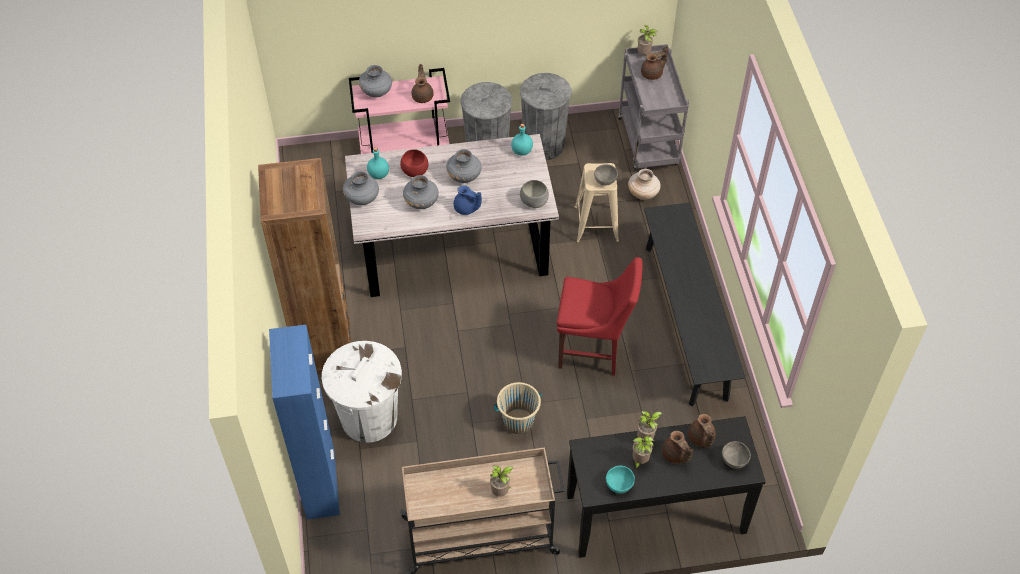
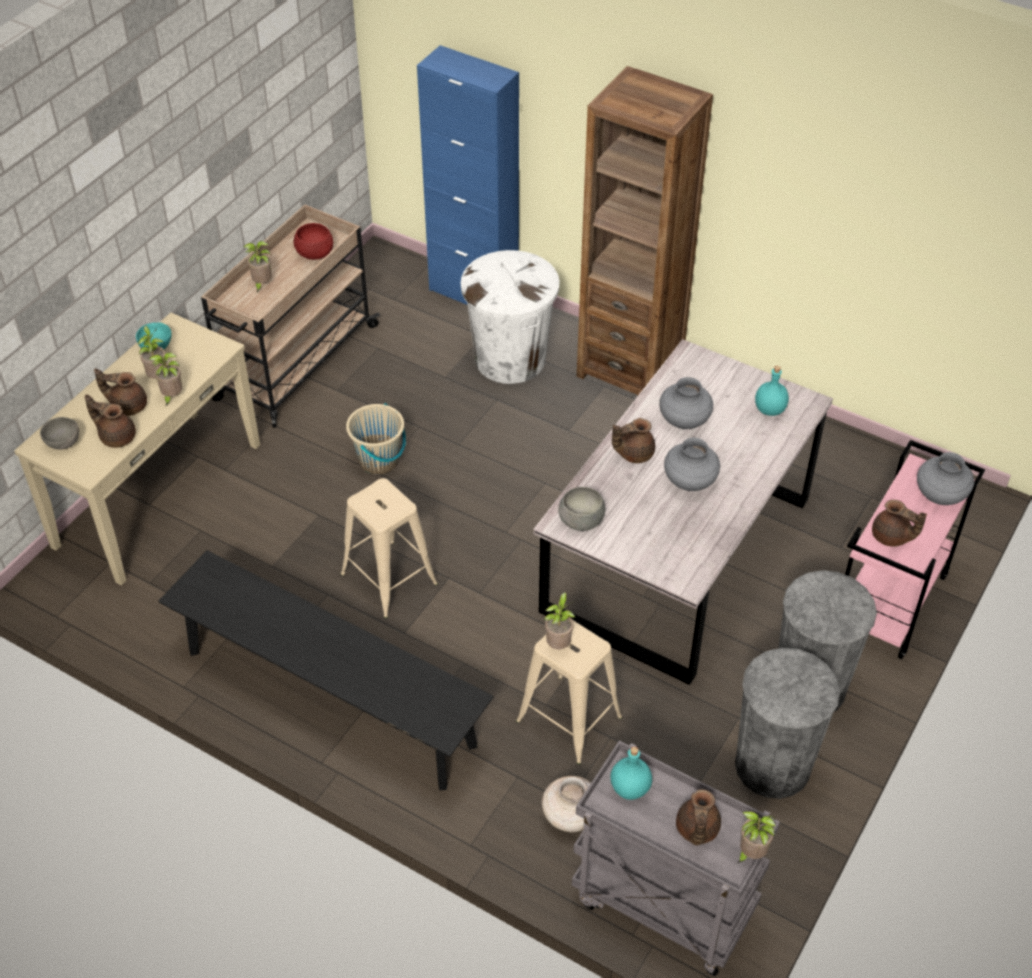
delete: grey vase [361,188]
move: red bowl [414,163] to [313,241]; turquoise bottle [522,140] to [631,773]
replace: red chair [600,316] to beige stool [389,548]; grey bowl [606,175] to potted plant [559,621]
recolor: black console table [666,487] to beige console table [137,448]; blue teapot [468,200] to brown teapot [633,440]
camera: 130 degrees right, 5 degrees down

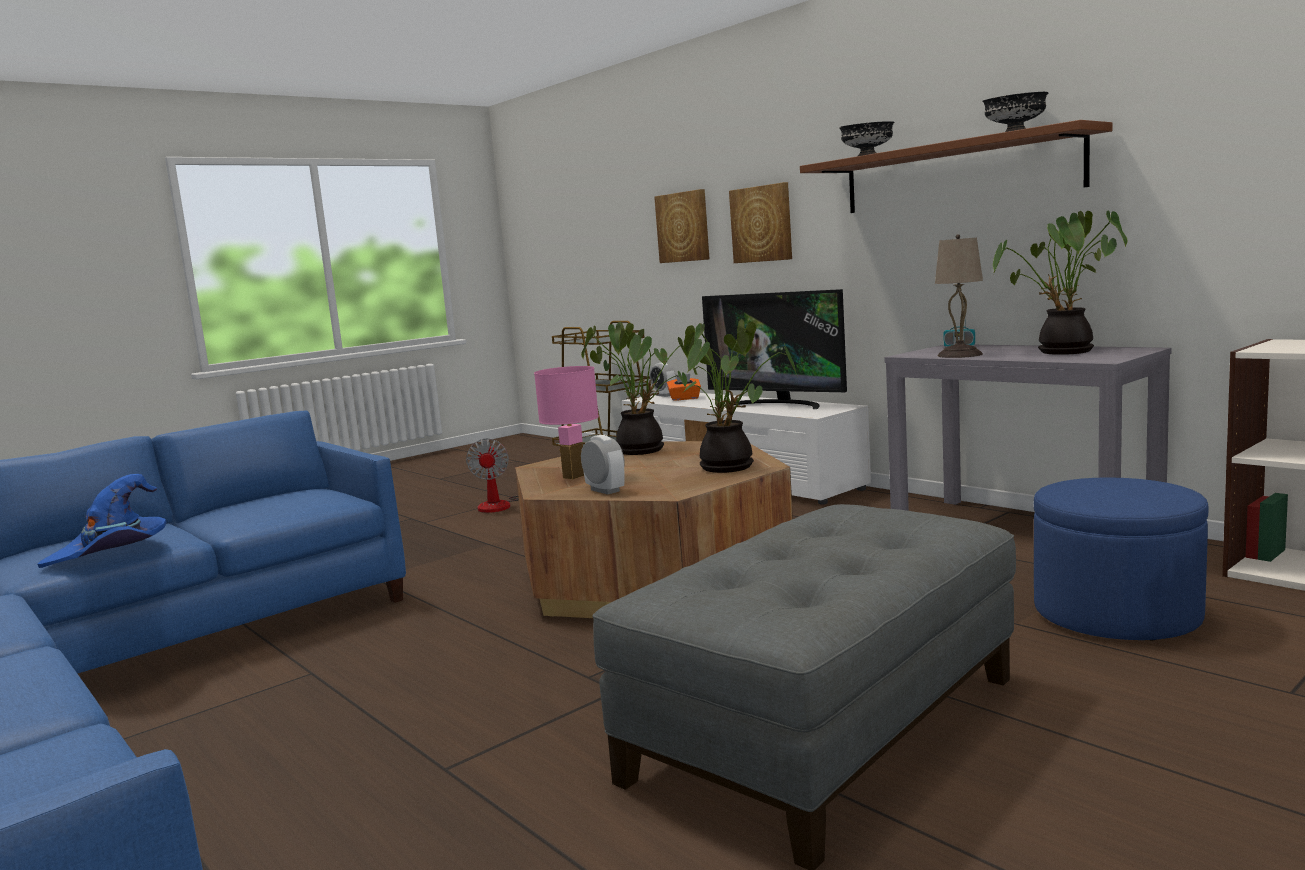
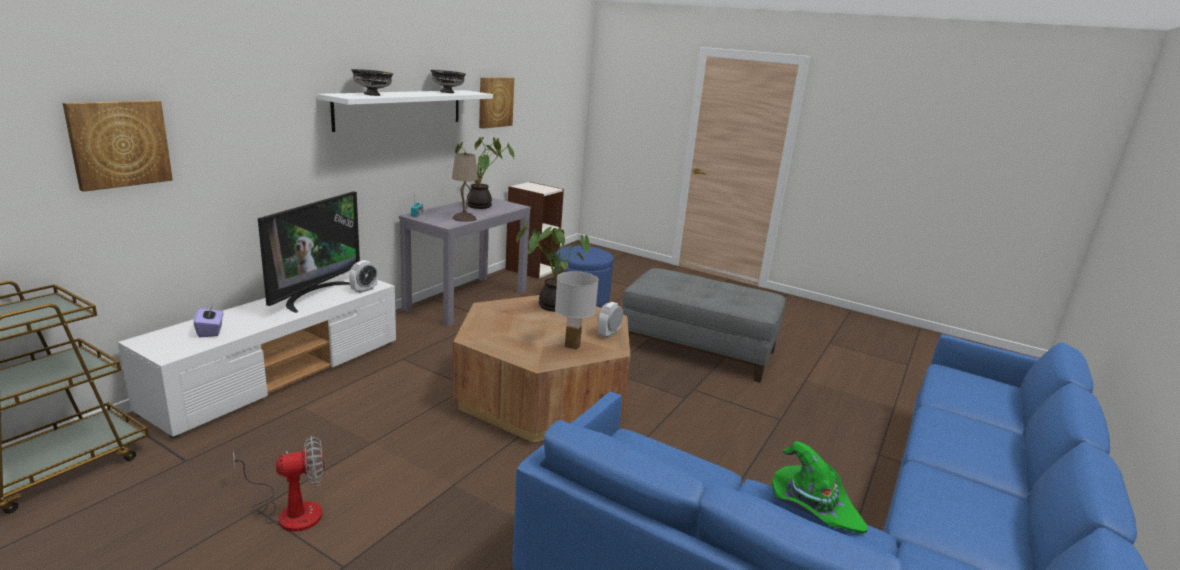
delete: potted plant [634,388]
move: alarm clock [663,379] to [363,276]; picture [760,222] to [496,103]
recolor: orange tissue box [684,387] to purple tissue box [208,321]; brown shelf [956,166] to white shelf [405,111]; pink table lamp [566,422] to white table lamp [577,310]; blue hat [102,521] to green hat [820,487]
camera: 110 degrees left, 10 degrees up

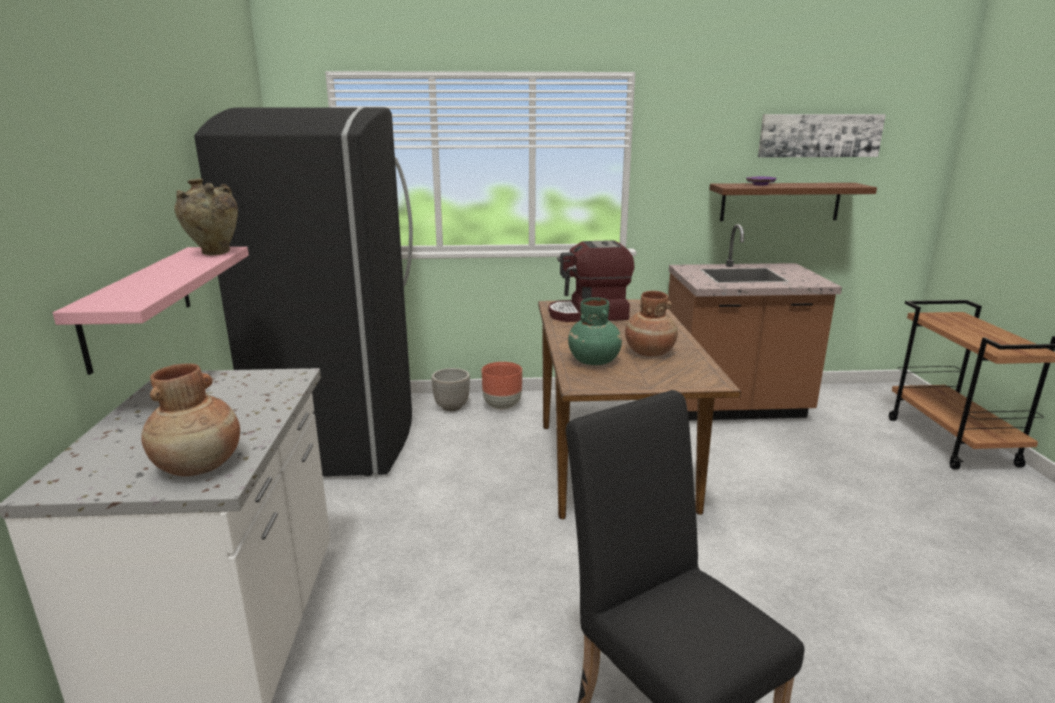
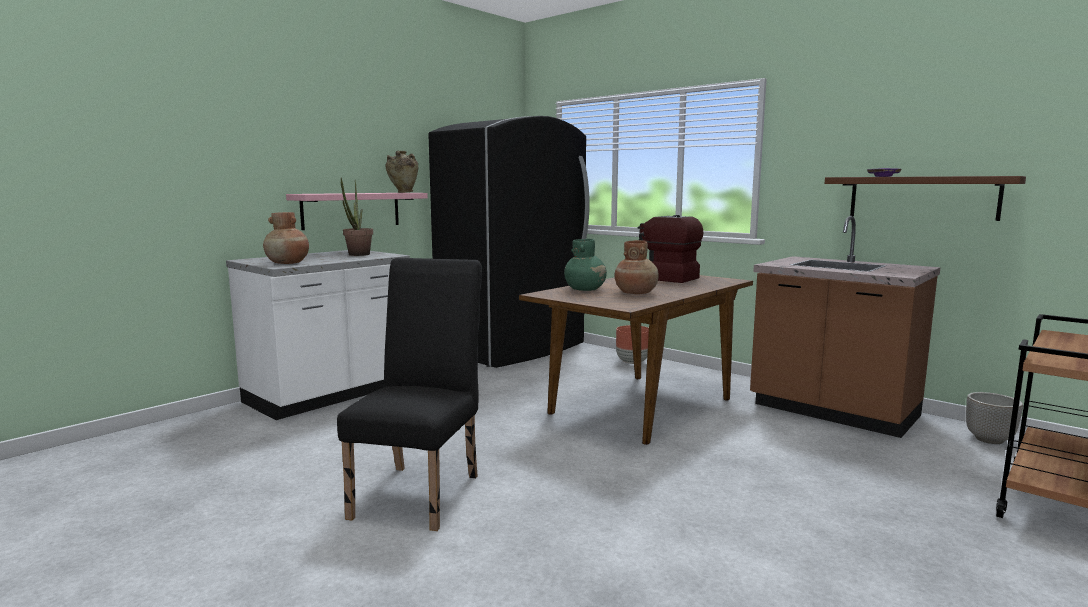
delete: picture [822,135]
insert: potted plant [357,217]
move: planter [450,389] to [994,418]
camera: 45 degrees right, 10 degrees down

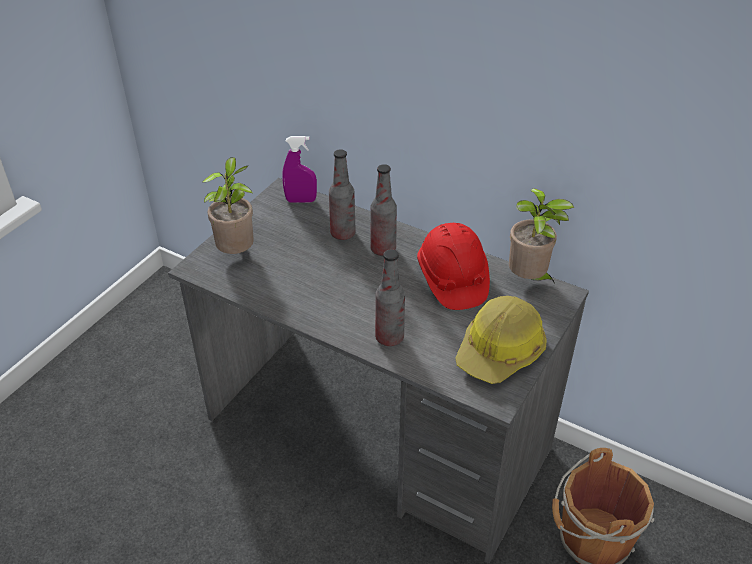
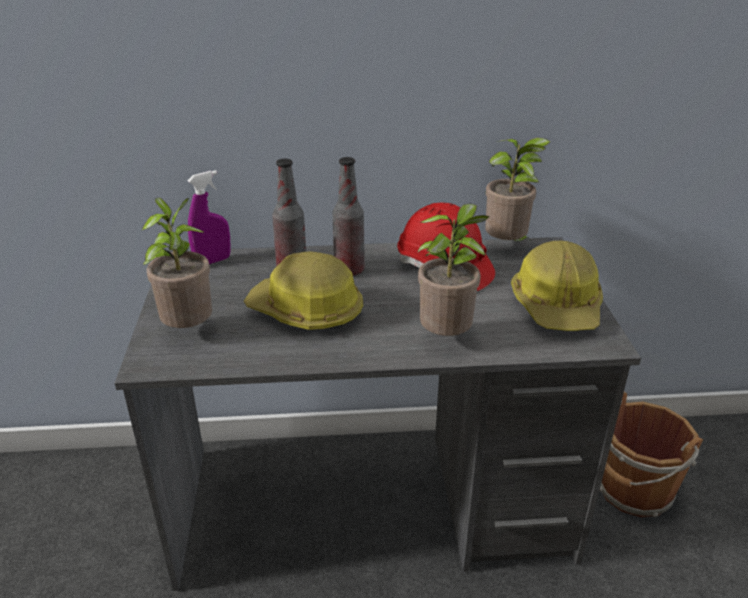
insert: hard hat [303,290]
replace: bottle [390,298] to potted plant [454,269]
camera: 35 degrees left, 10 degrees down

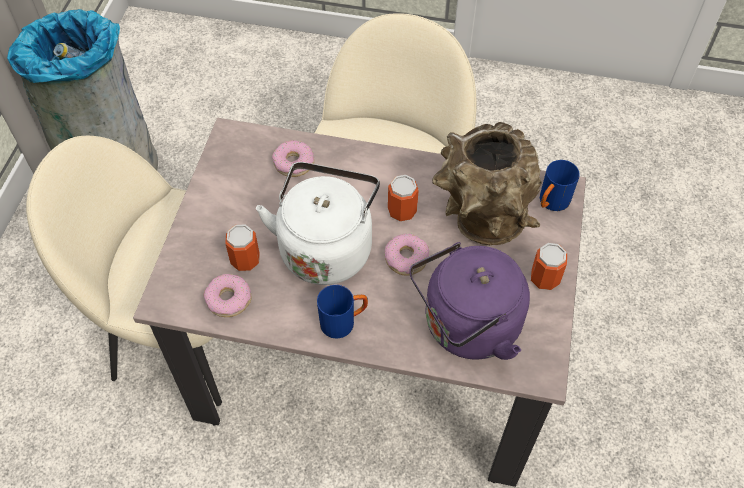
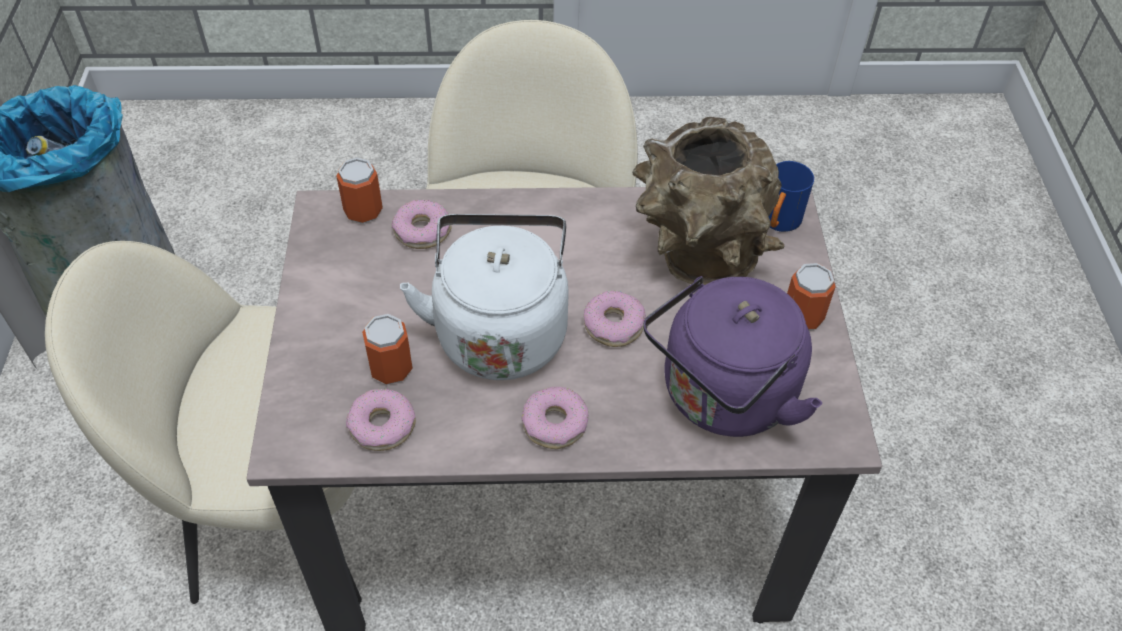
move: can [403,198] to [359,190]
replace: blue mug [342,312] to donut [555,418]
camera: 15 degrees left, 5 degrees down

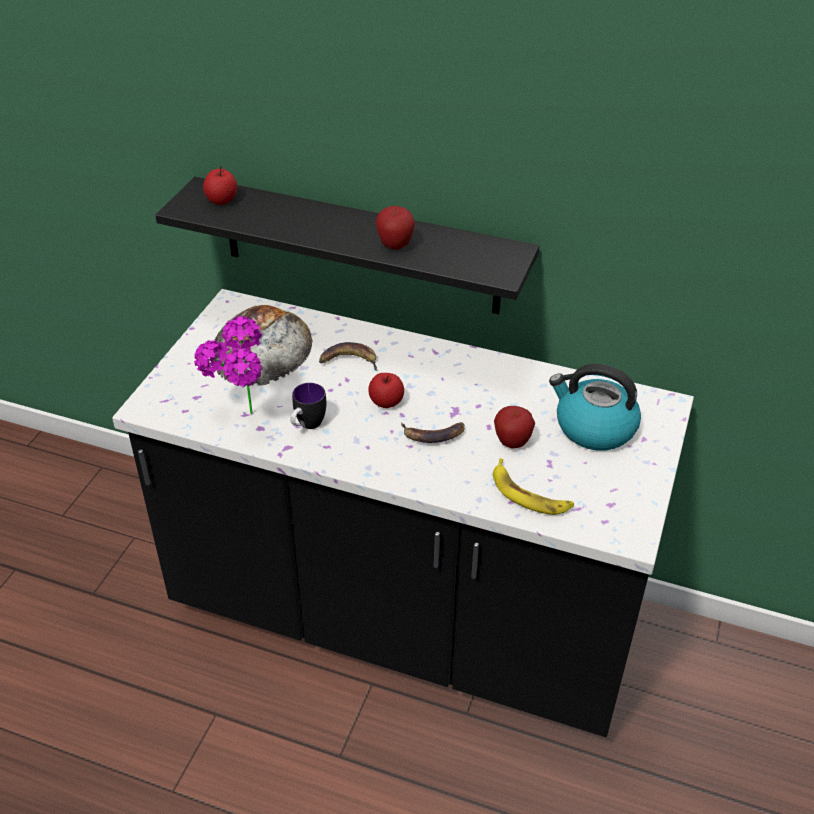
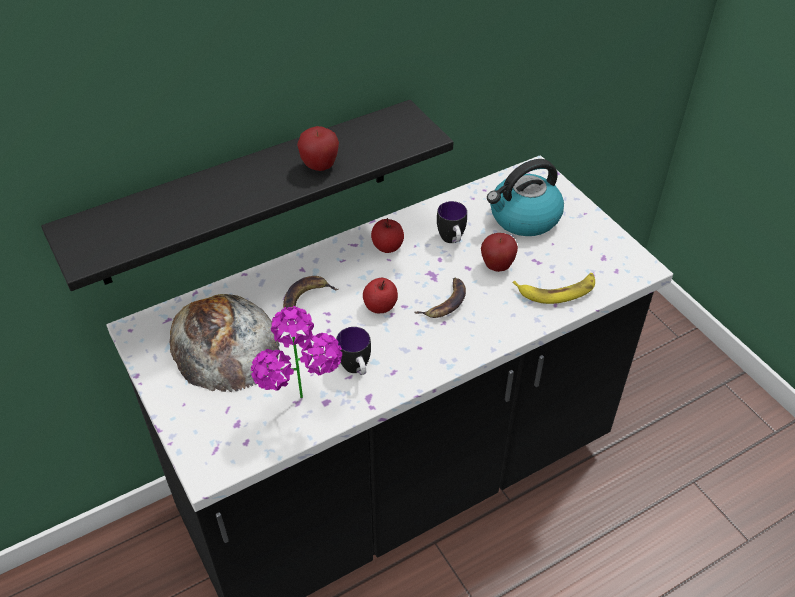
insert: mug [452,222]
move: apple [220,185] to [387,235]
camera: 50 degrees left, 5 degrees up

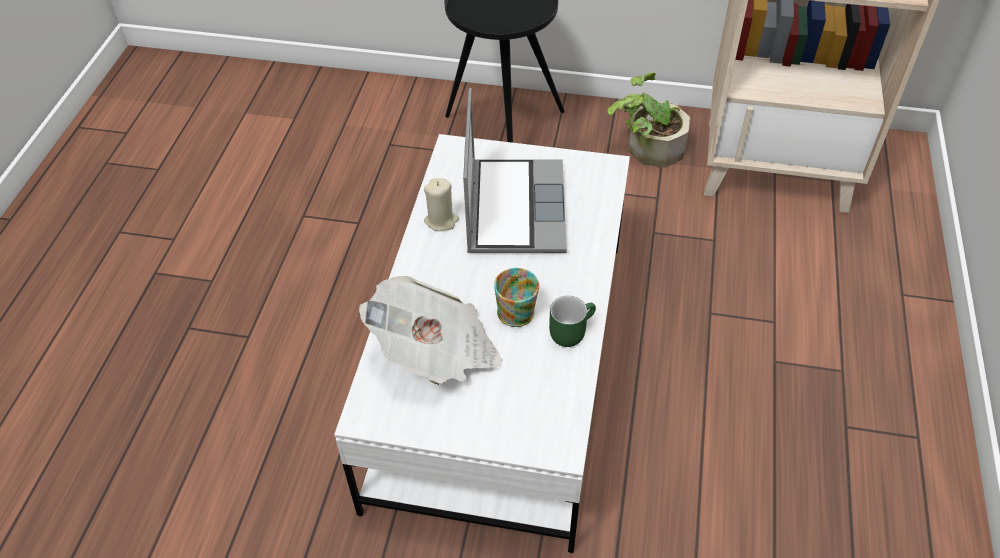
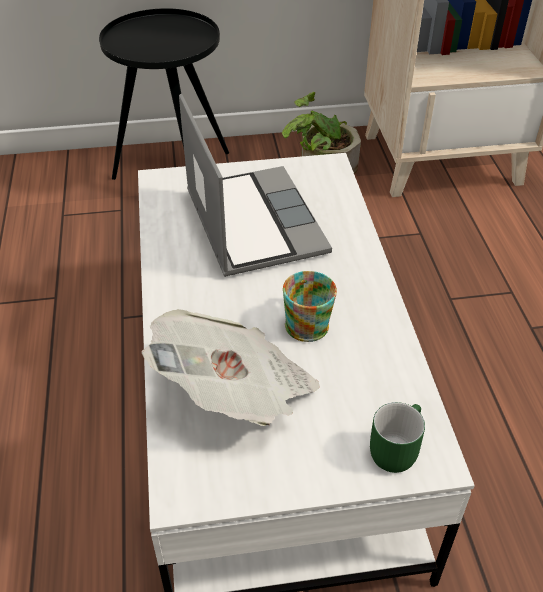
delete: beige candle [441,204]
move: green mug [572,321] to [397,437]
camera: 20 degrees left, 5 degrees down

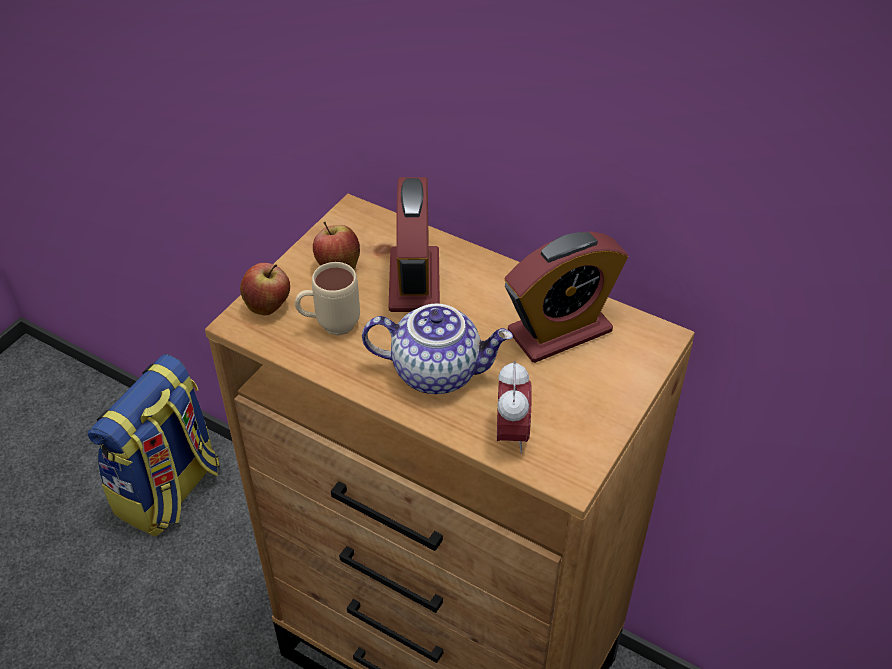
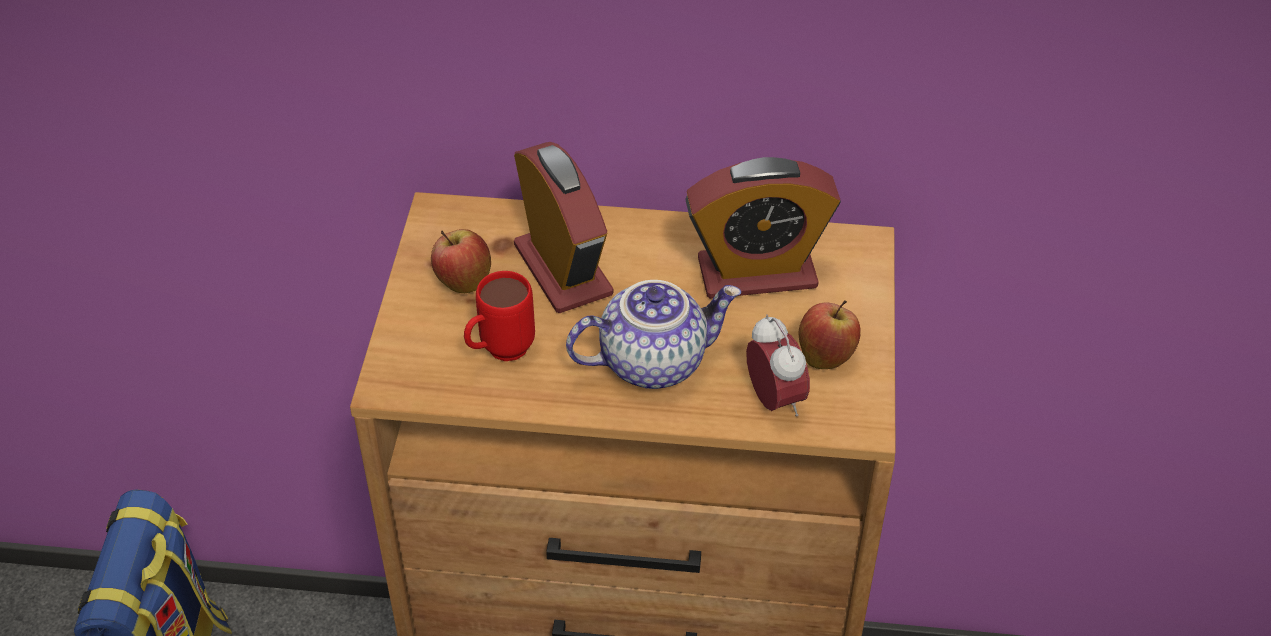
move: apple [265,289] to [830,334]
recolor: beige mug [327,298] to red mug [499,316]
rotate: alarm clock [566,297] = [763,228] 45 degrees clockwise
camera: 25 degrees left, 0 degrees up

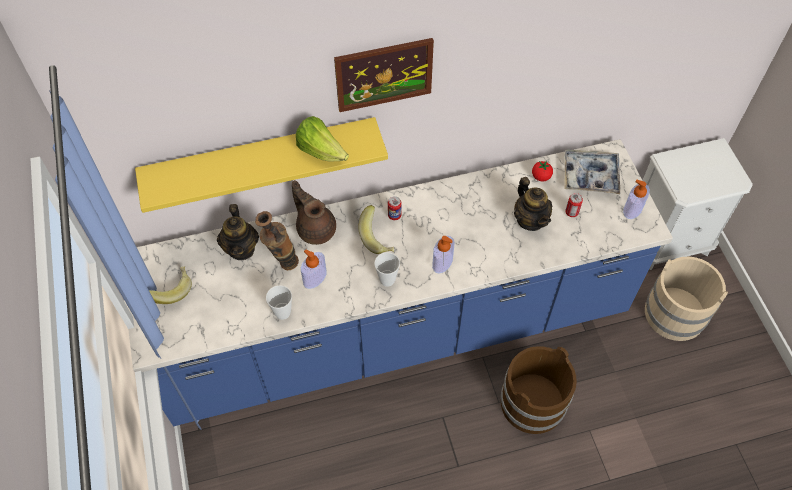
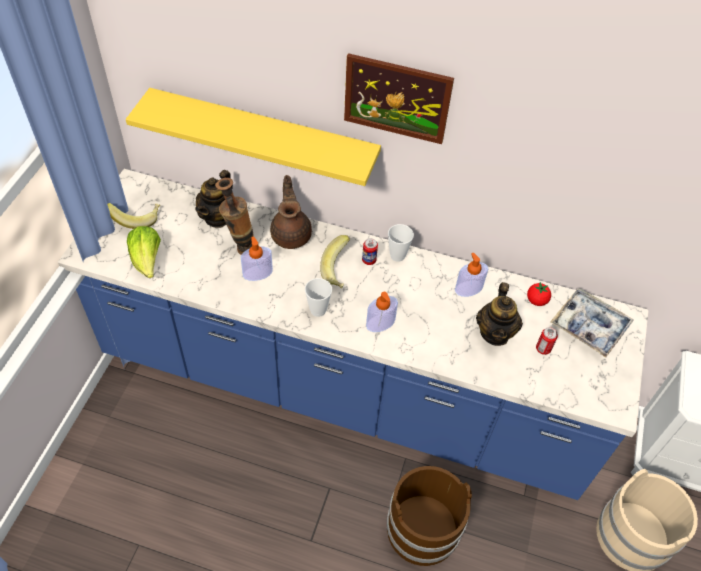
move: lettuce [322,138] to [144,252]; cup [279,302] to [401,243]; soap dispenser [636,199] to [471,275]
camera: 30 degrees right, 5 degrees down

